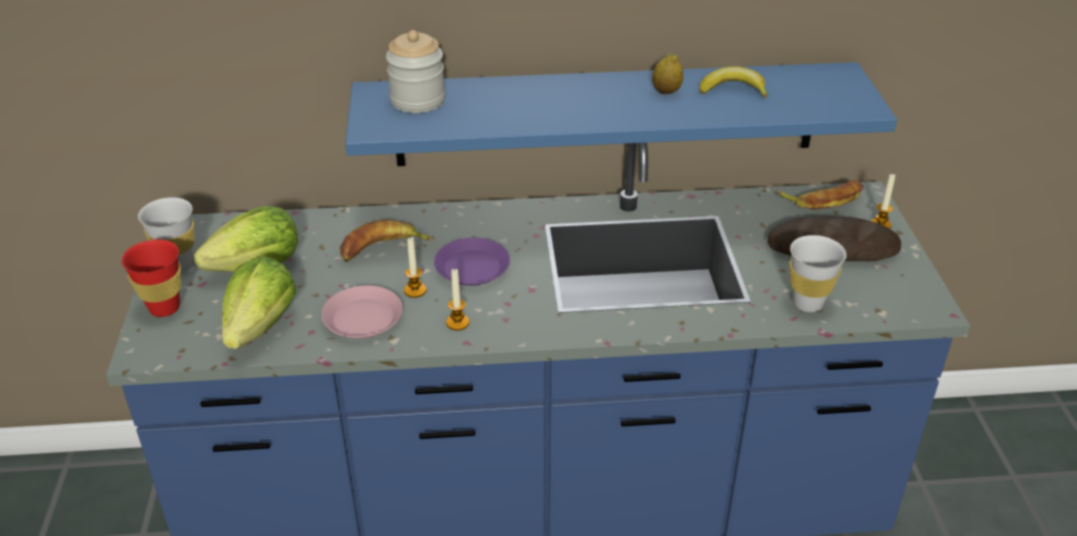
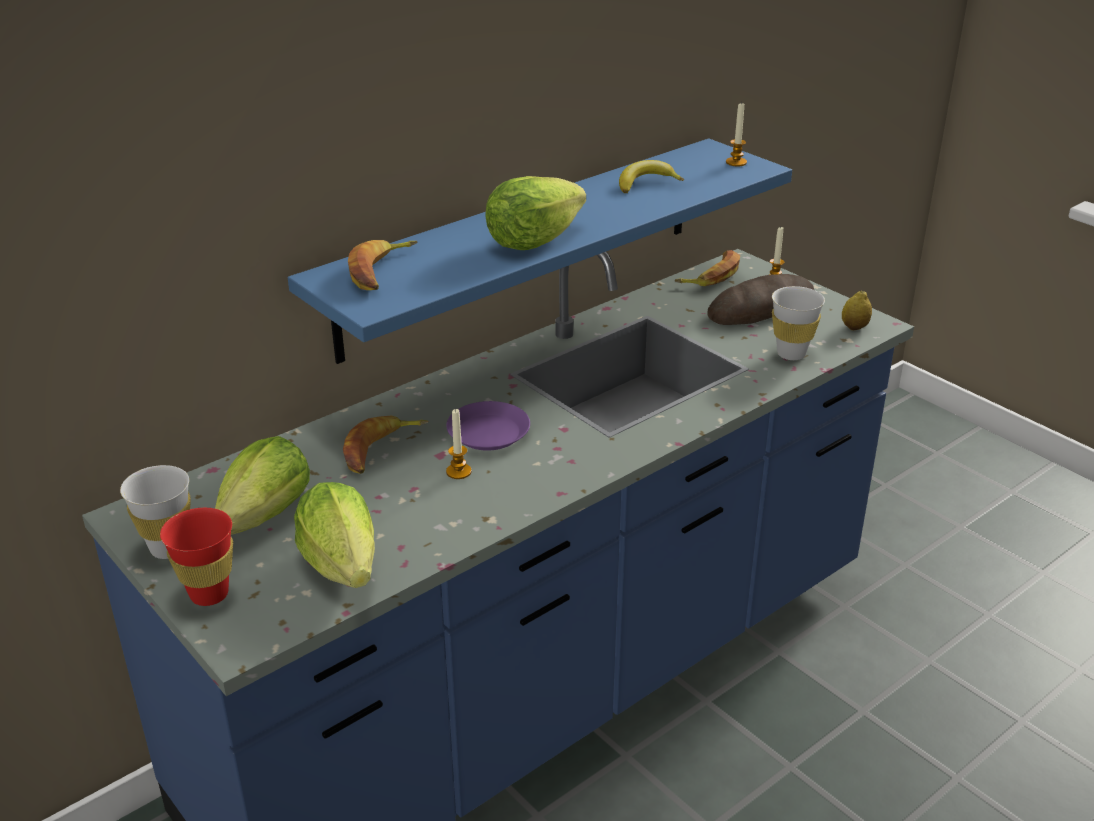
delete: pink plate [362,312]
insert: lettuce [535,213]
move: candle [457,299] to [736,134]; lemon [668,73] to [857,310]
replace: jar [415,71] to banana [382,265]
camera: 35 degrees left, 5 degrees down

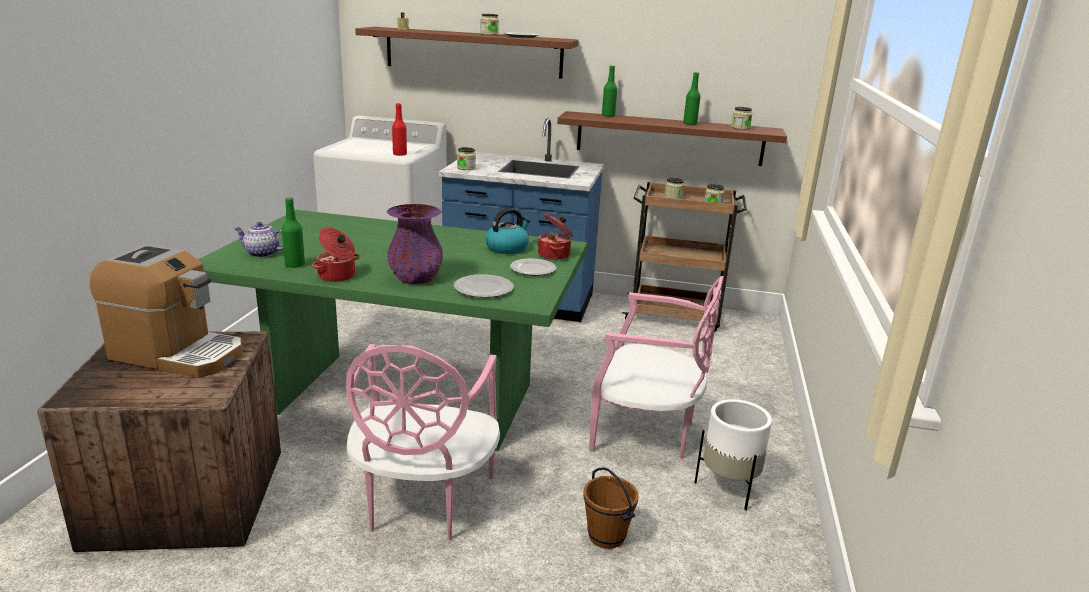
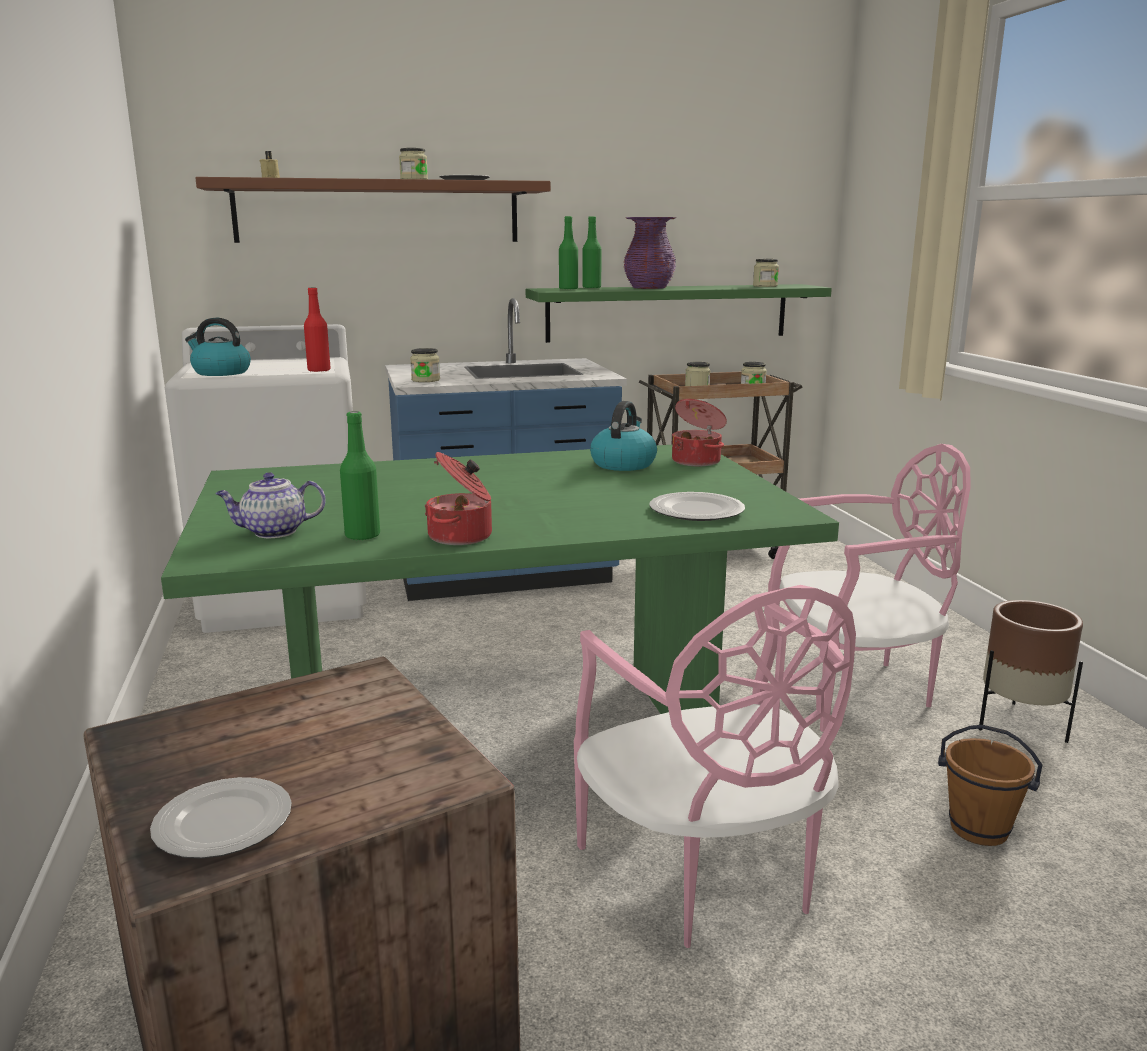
delete: coffee machine [166,311]
insert: kettle [218,347]
move: plate [533,267] to [221,818]; green bottle [692,98] to [568,253]; purple vase [414,244] to [650,253]
recolor: brown shelf [672,138] to green shelf [679,313]; white planter [733,454] to brown planter [1031,671]
camera: 25 degrees left, 5 degrees down

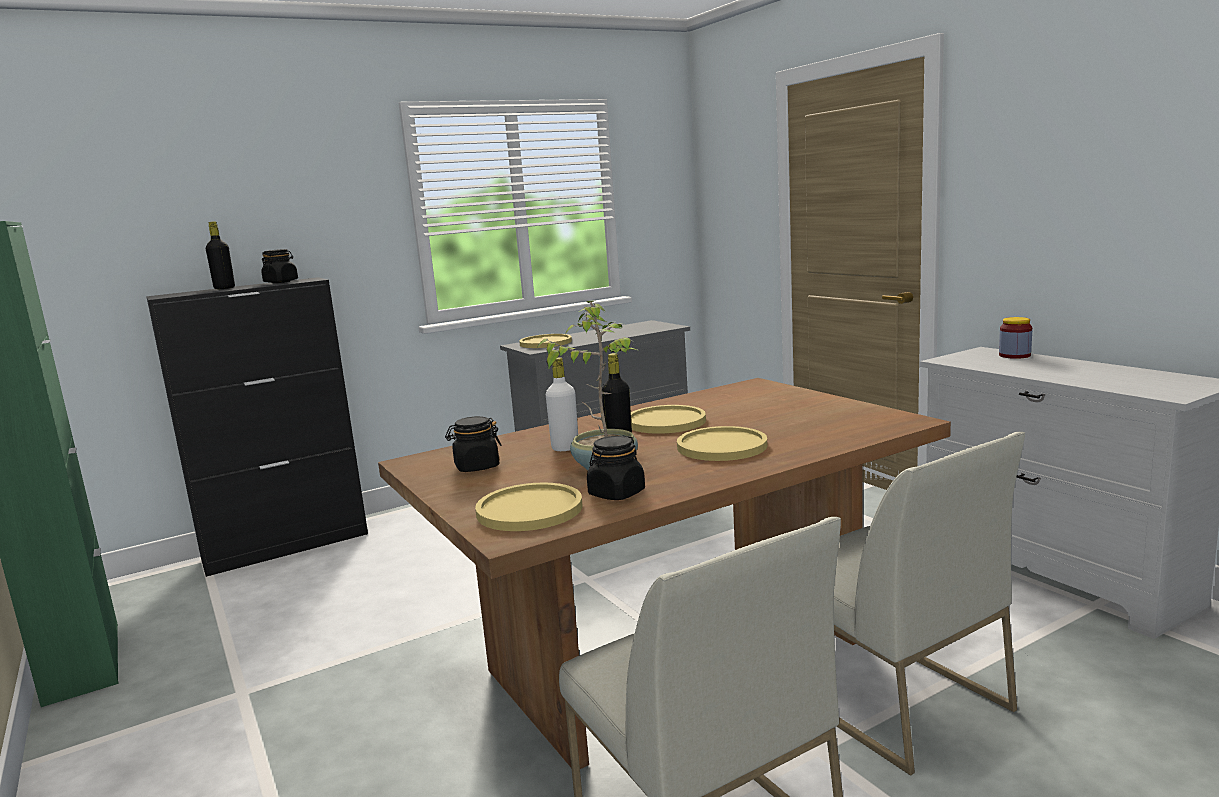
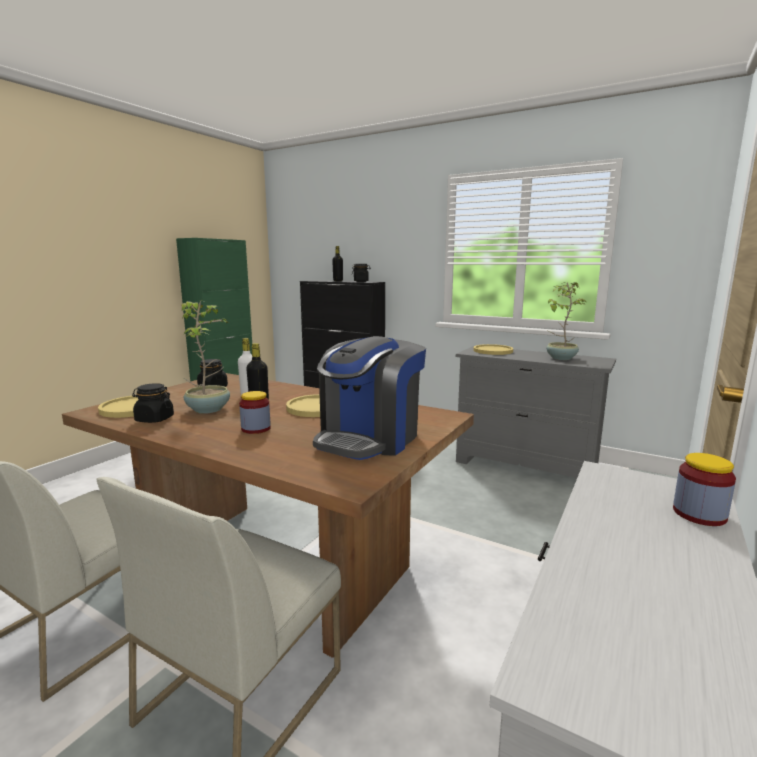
insert: coffee machine [369,398]; potted plant [566,321]
replace: yellow plate [722,443] to jar [255,412]
camera: 60 degrees right, 0 degrees up

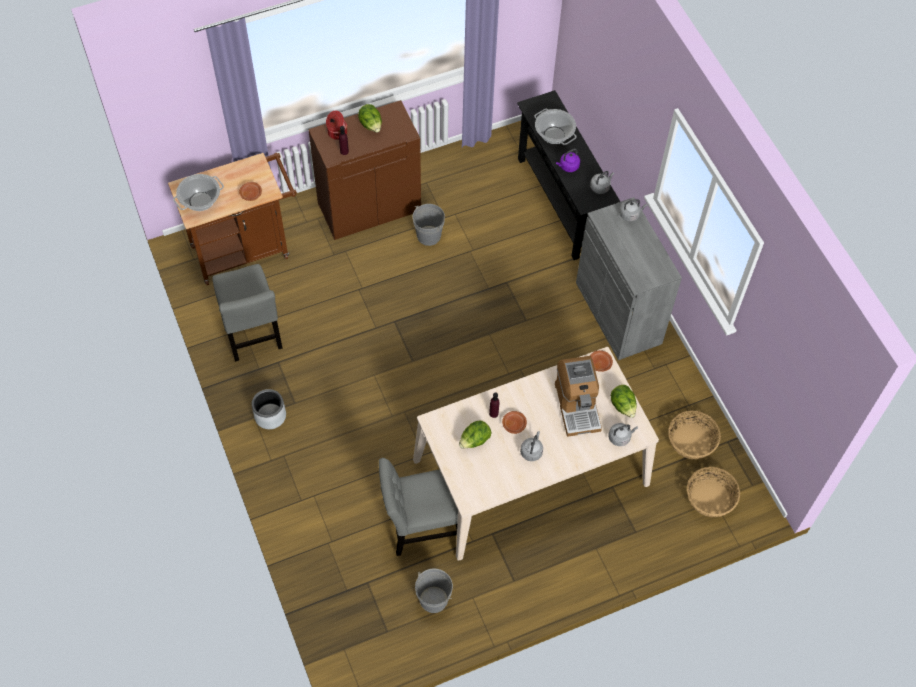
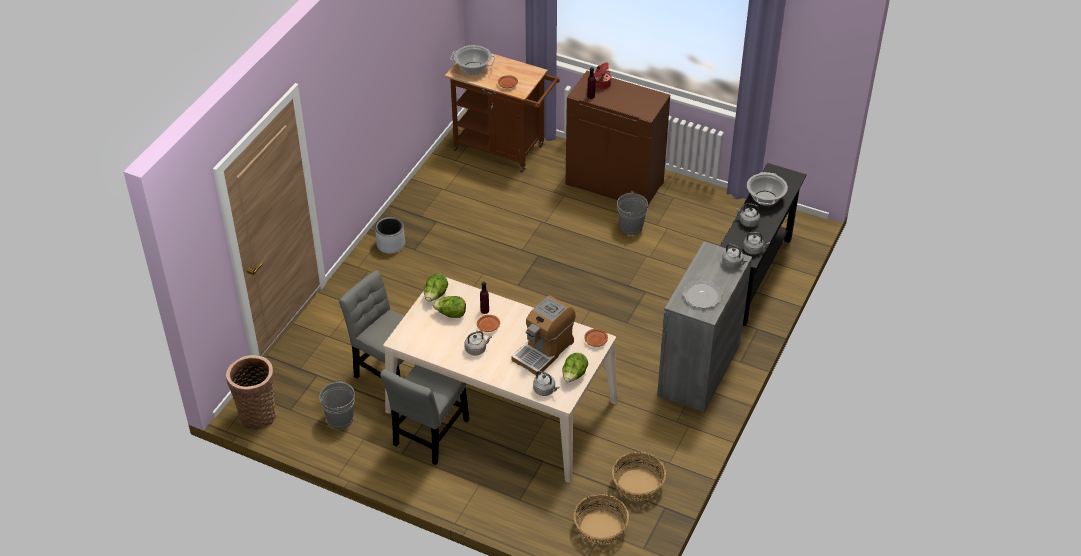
insert: basket [251,392]; plate [702,294]
move: grey chair [247,312] to [424,415]; lettuce [370,118] to [436,288]
recolor: purple kettle [568,160] to grey kettle [748,215]
camera: 50 degrees right, 15 degrees down

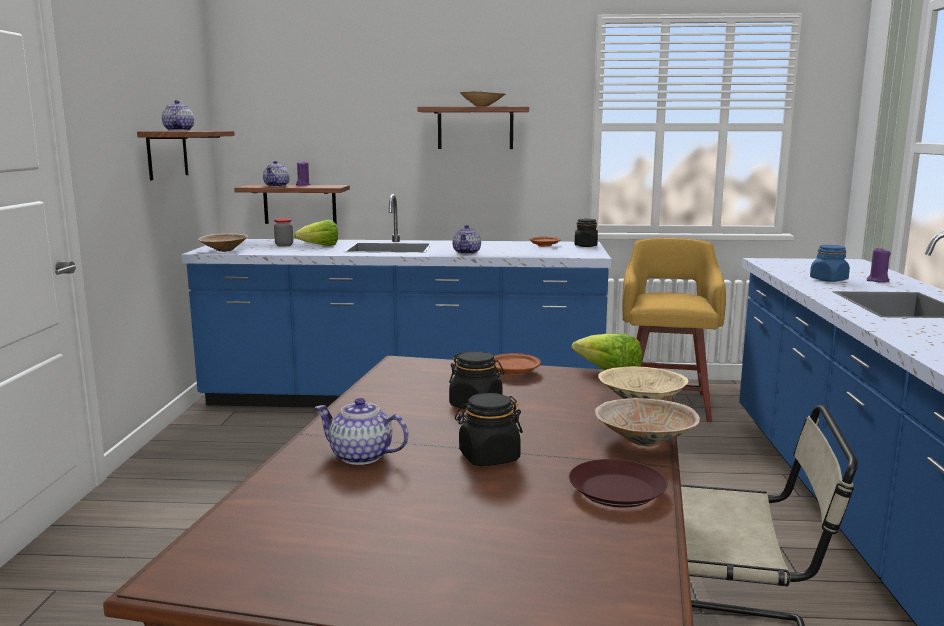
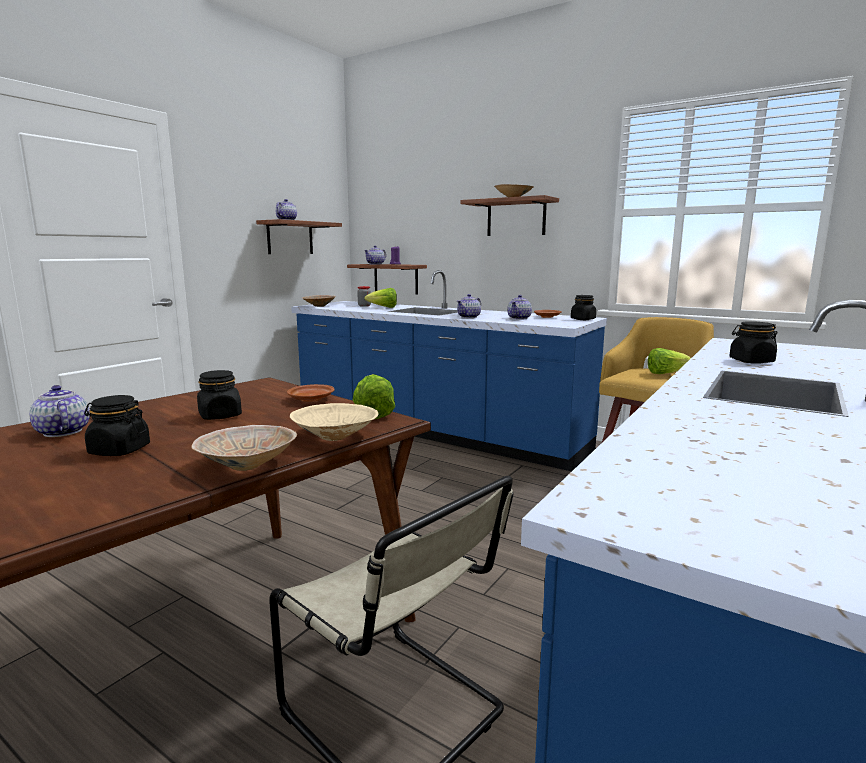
delete: brown plate [618,483]; purple candle [879,265]
insert: teapot [519,307]; lettuce [669,361]
recolor: blue jar [830,263] to black jar [753,342]
camera: 30 degrees right, 0 degrees up

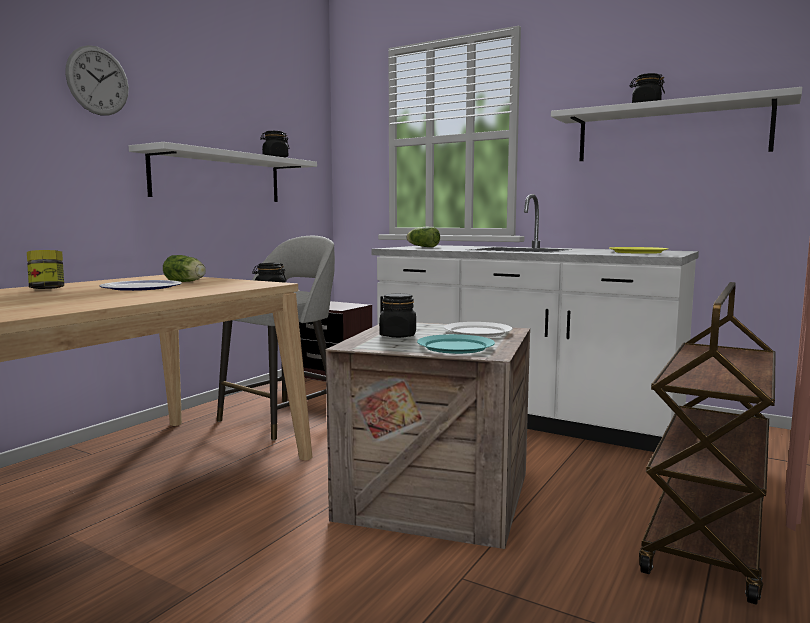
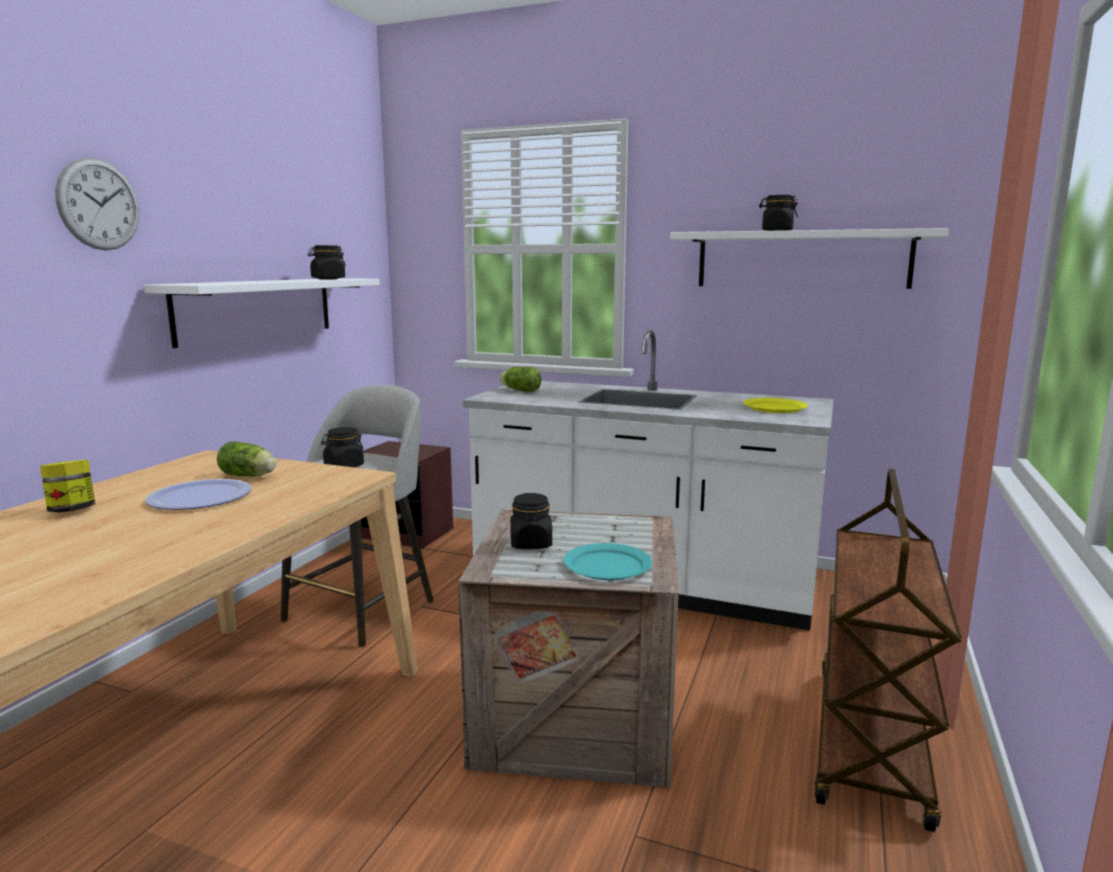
delete: white plate [478,329]
camera: 10 degrees left, 5 degrees up

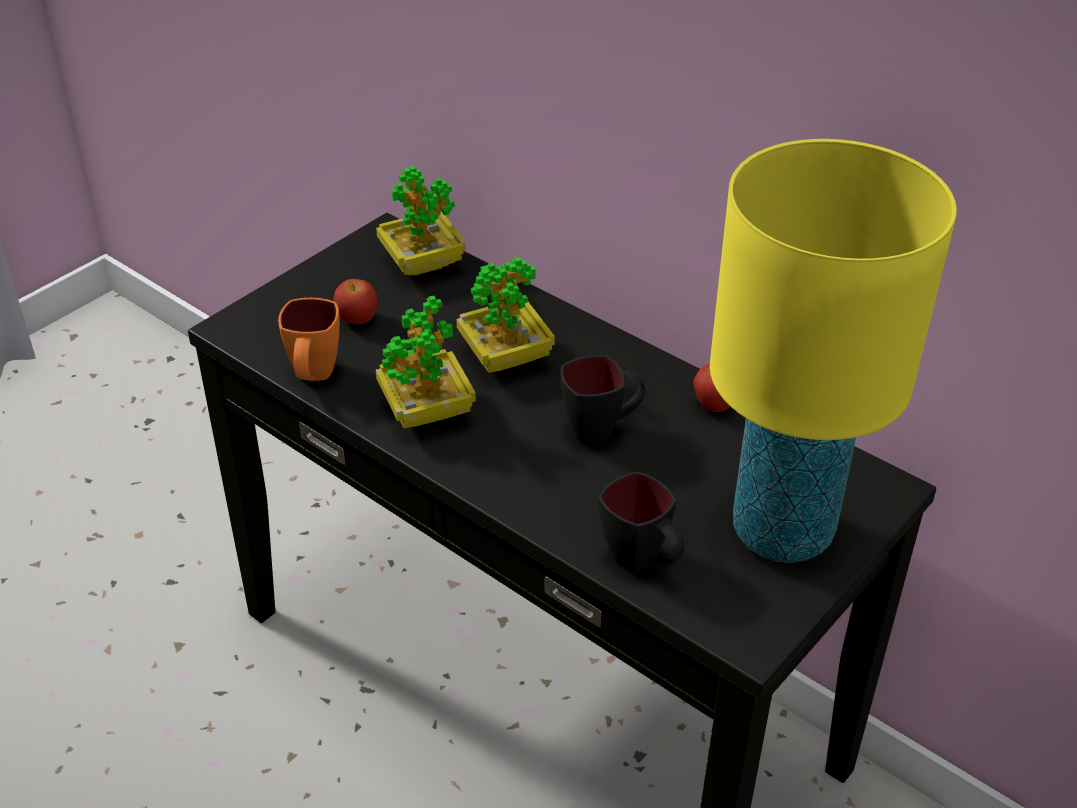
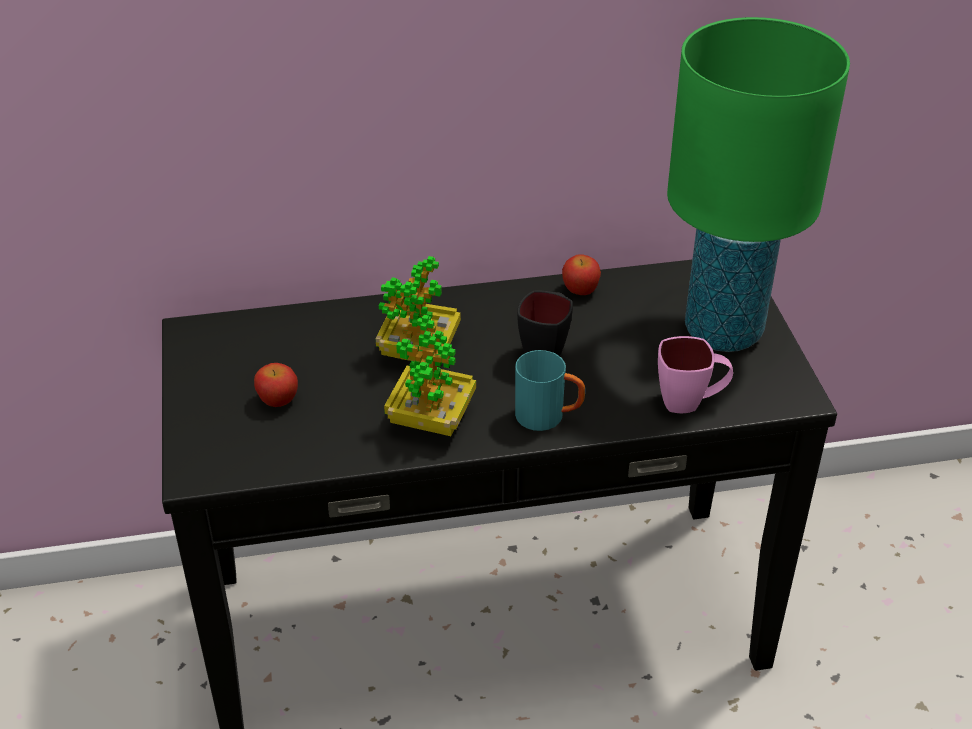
delete: orange mug [309,339]; potted plant [421,221]
insert: turquoise mug [550,390]
recolor: black mug [642,521] to pink mug [695,374]; yellow table lamp [833,351] to green table lamp [758,184]
camera: 50 degrees left, 0 degrees up

